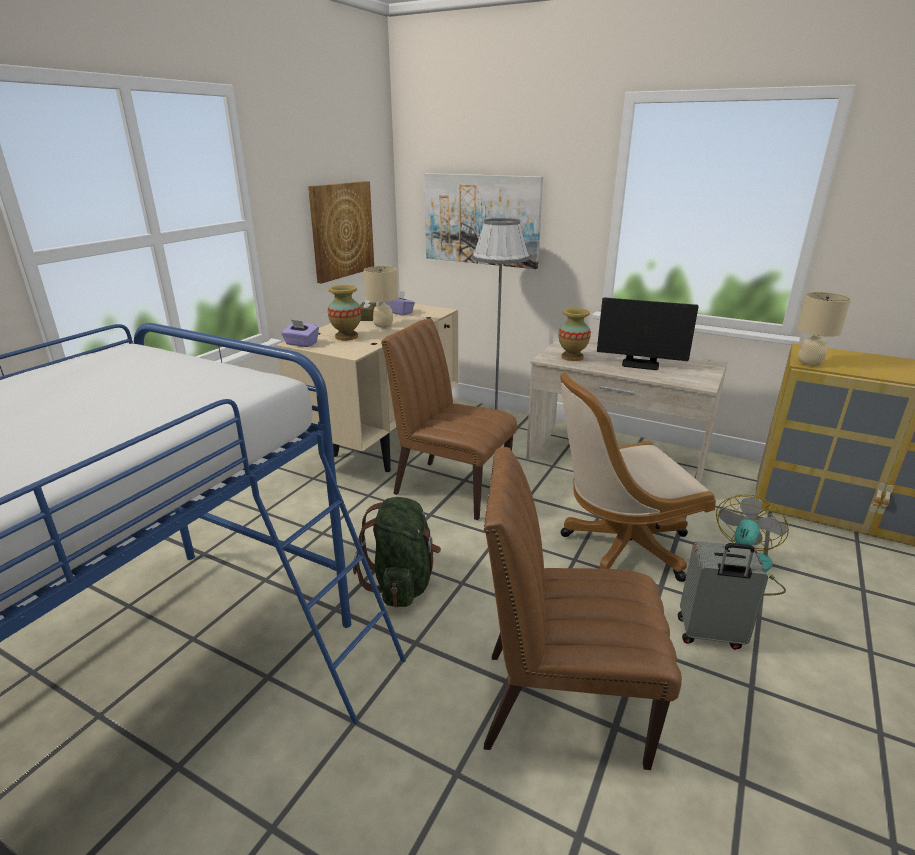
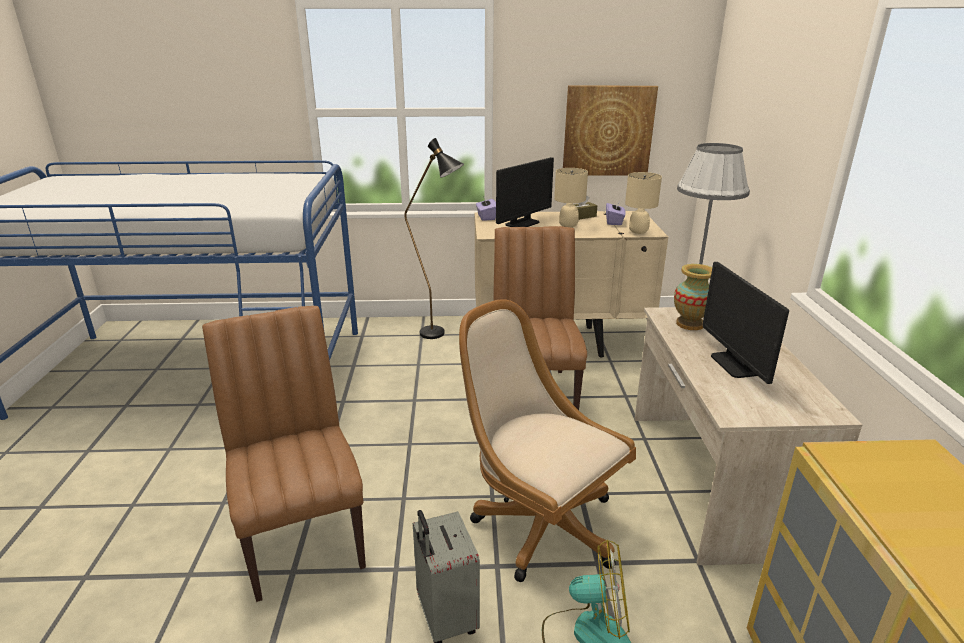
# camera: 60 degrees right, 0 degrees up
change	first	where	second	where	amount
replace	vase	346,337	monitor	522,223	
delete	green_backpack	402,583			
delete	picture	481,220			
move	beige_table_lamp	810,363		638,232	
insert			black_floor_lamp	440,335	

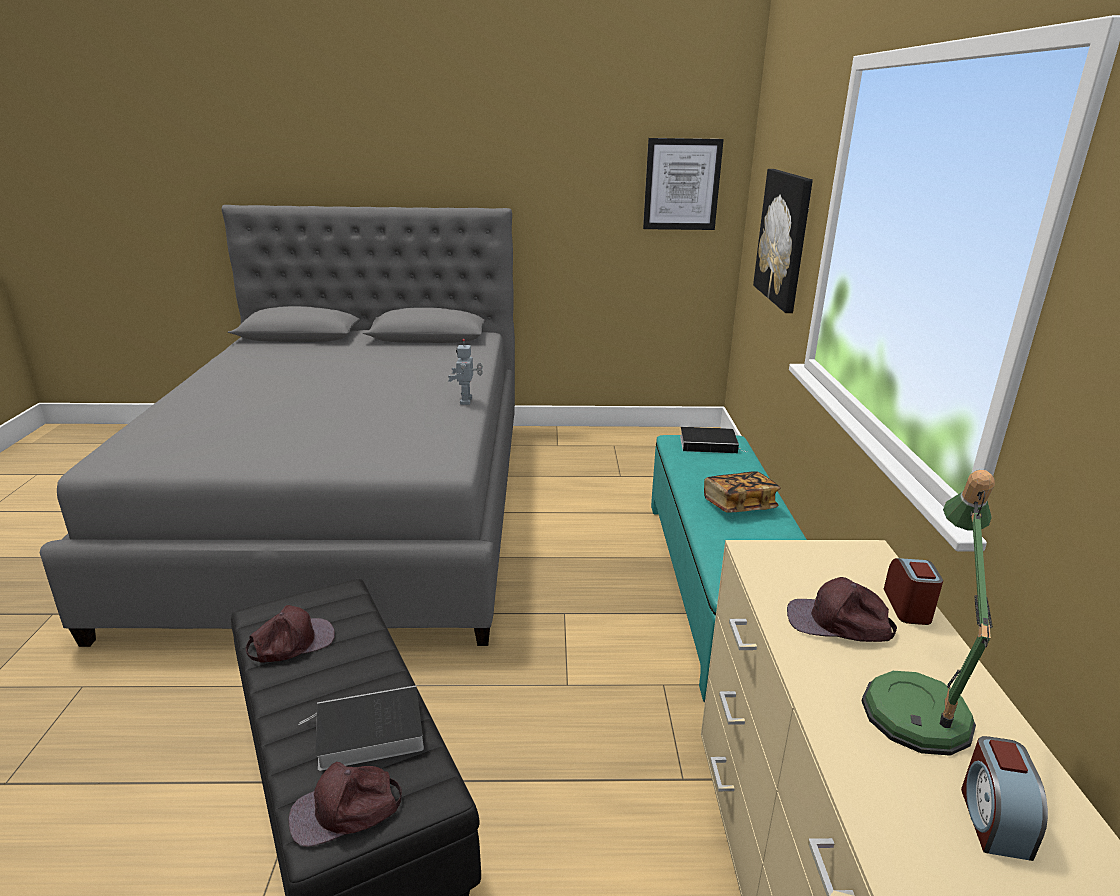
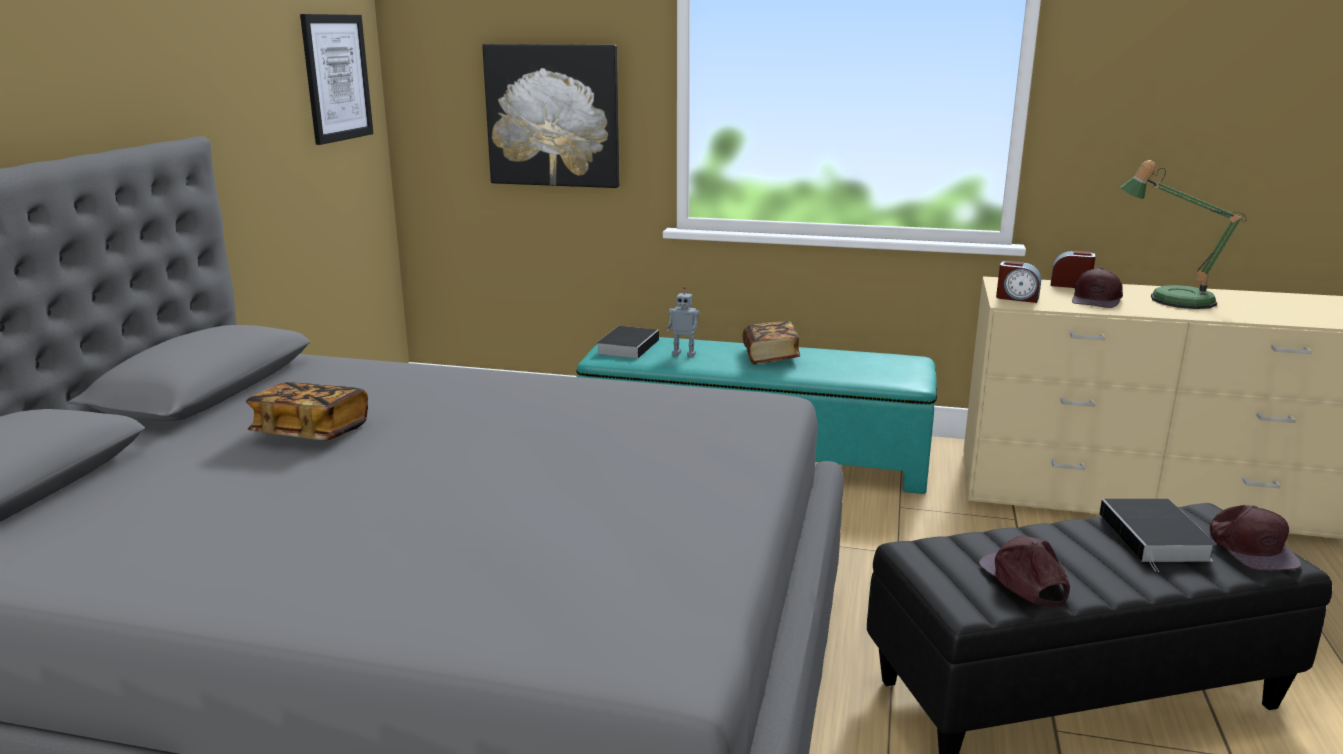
# camera: 75 degrees left, 5 degrees down
change	first	where	second	where	amount
move	toy_robot	467,401		684,354	
move	alarm_clock	993,820		1017,298	
insert			book	311,432	

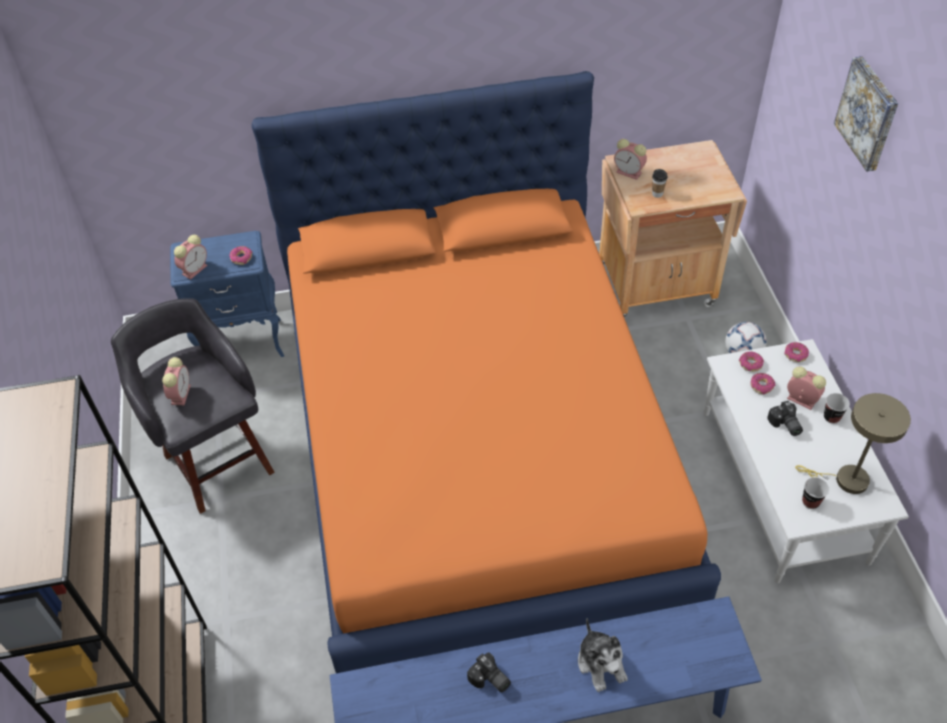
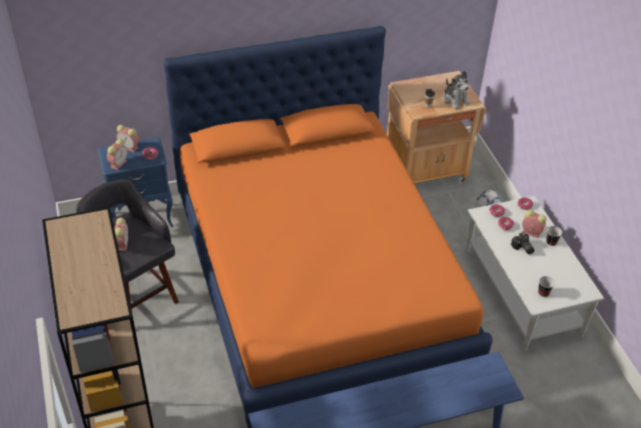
# camera: 10 degrees left, 5 degrees down
change	first	where	second	where	amount
delete	photo_camera	489,680			
move	plush_toy	601,663		455,100	
move	alarm_clock	630,172		130,147	
delete	beige_table_lamp	845,480			
delete	picture	869,113			

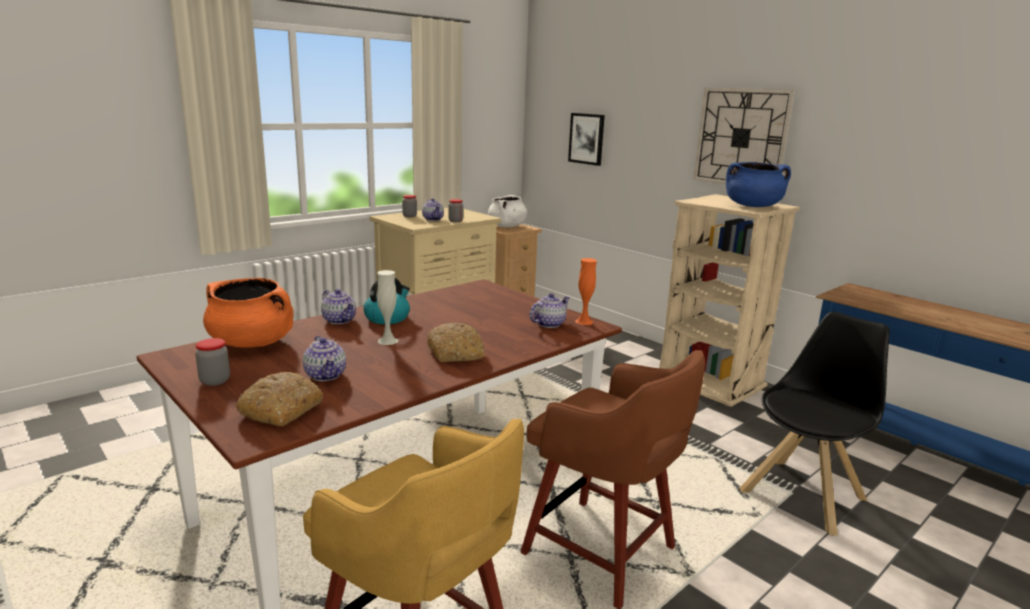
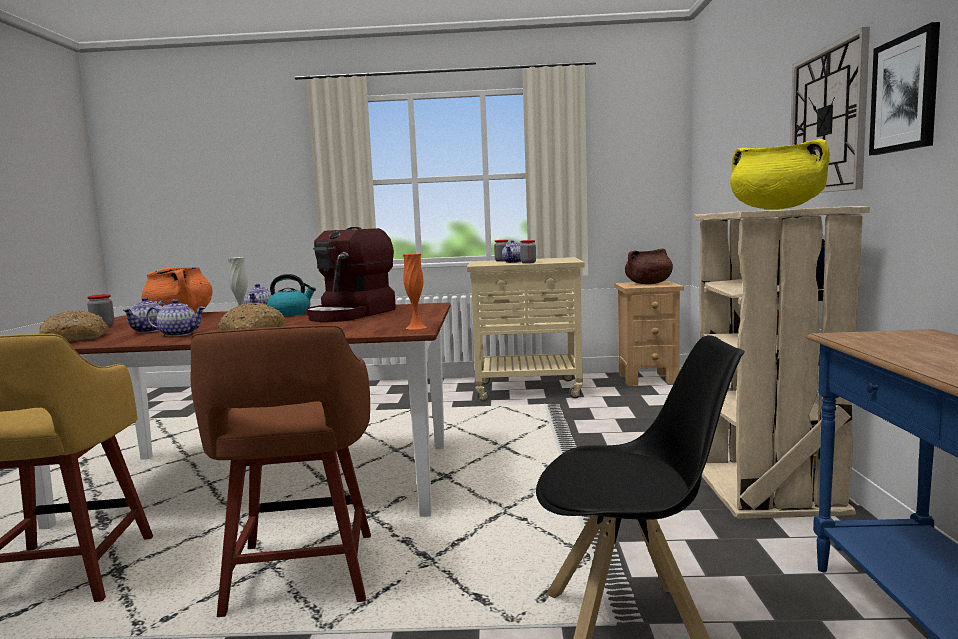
# camera: 45 degrees right, 10 degrees down
change	first	where	second	where	amount
recolor	white_cooking_pot	507,226	brown_cooking_pot	648,284	
move	teapot	549,324		179,334	
move	picture	586,138		905,94	
recolor	blue_cooking_pot	753,206	yellow_cooking_pot	777,209	
insert			coffee_machine	351,314	

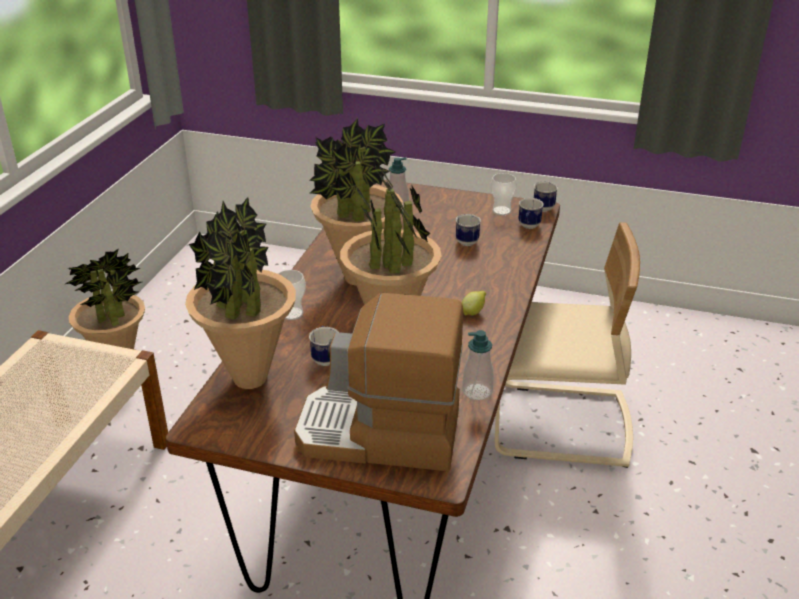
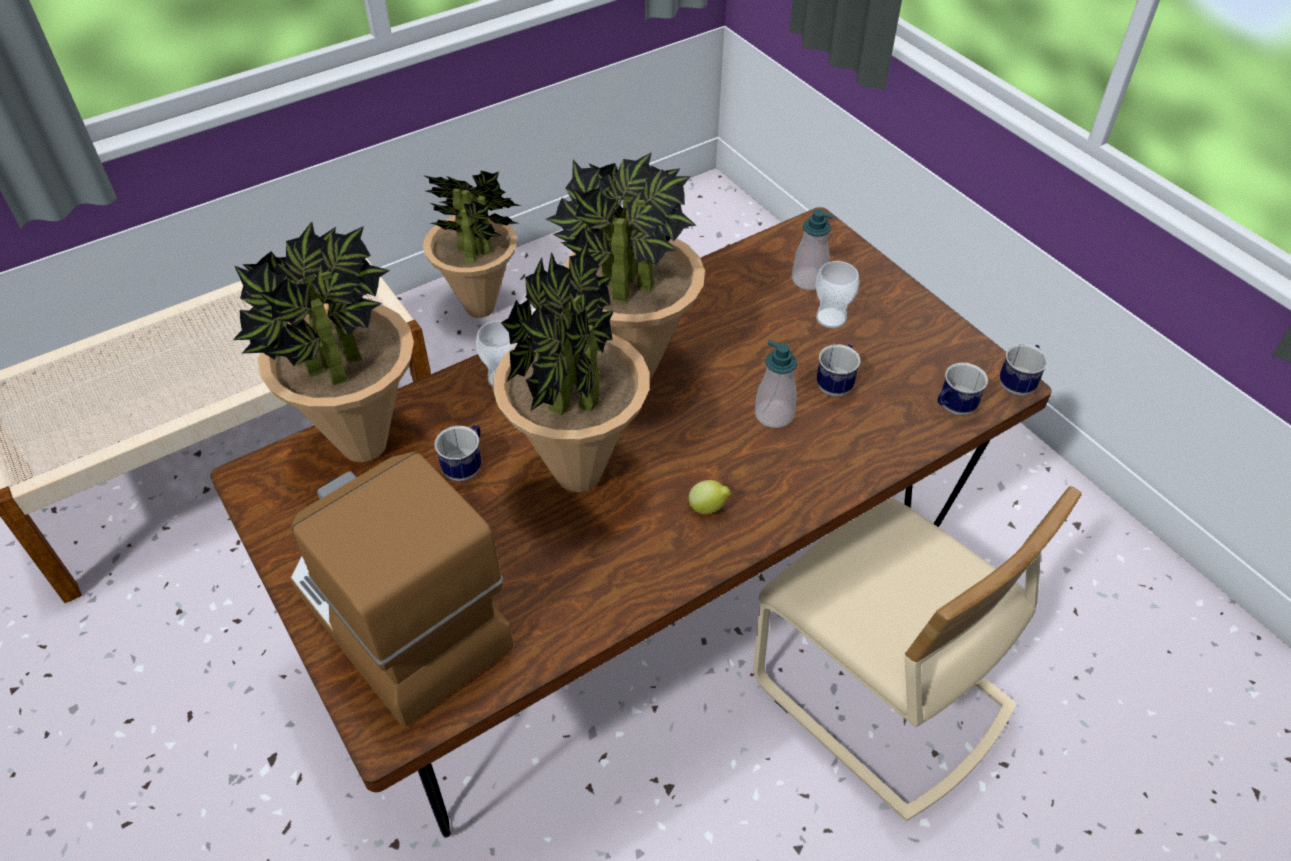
# camera: 40 degrees right, 15 degrees up
change	first	where	second	where	amount
move	soap_dispenser	477,391		774,415	
move	cup	501,211		831,318	

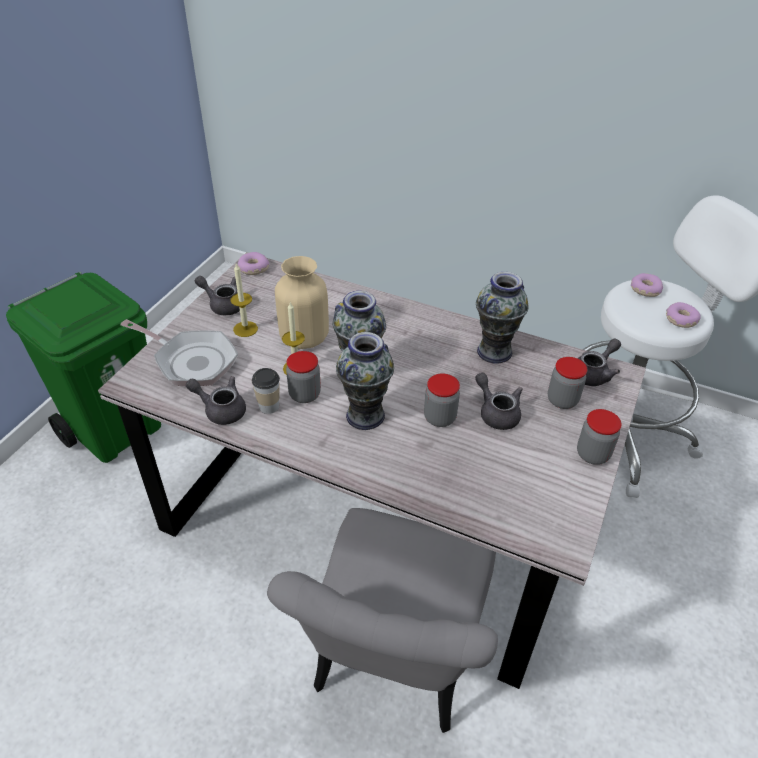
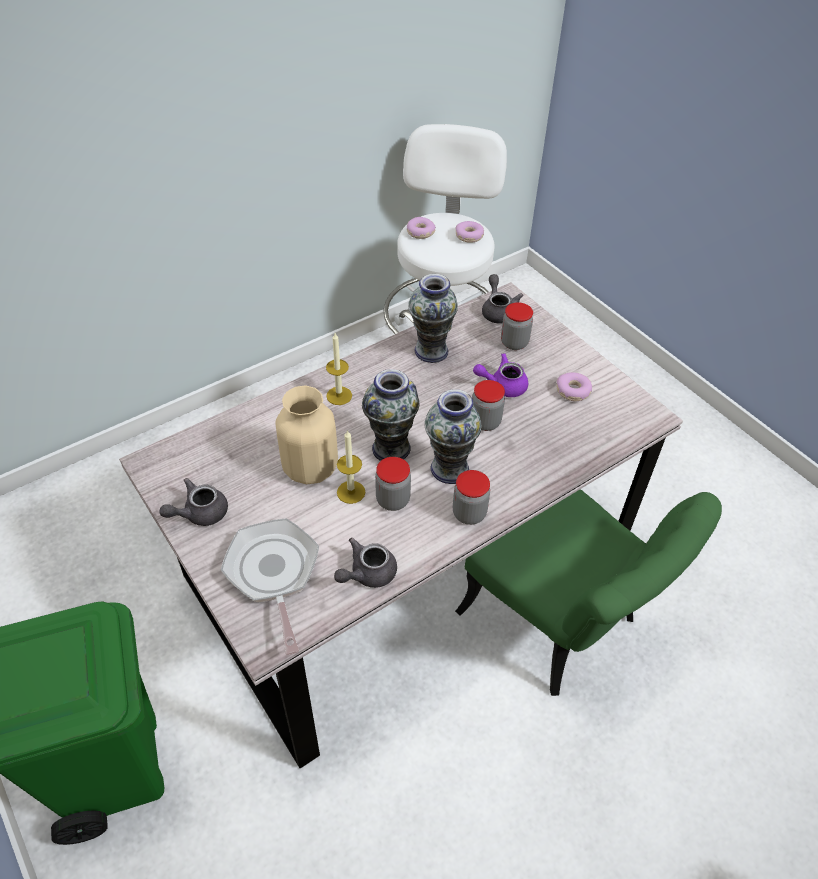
# camera: 60 degrees left, 5 degrees up
change	first	where	second	where	amount
rotate	frying_pan	191,361		273,574	75 degrees counterclockwise
move	candle	245,329		339,395	
move	donut	253,268		573,391	
delete	cup	269,406			
recolor	grey_chair	393,664	green_chair	561,626	
recolor	grey_teapot	496,412	purple_teapot	502,385	
move	jar	592,454		469,513	

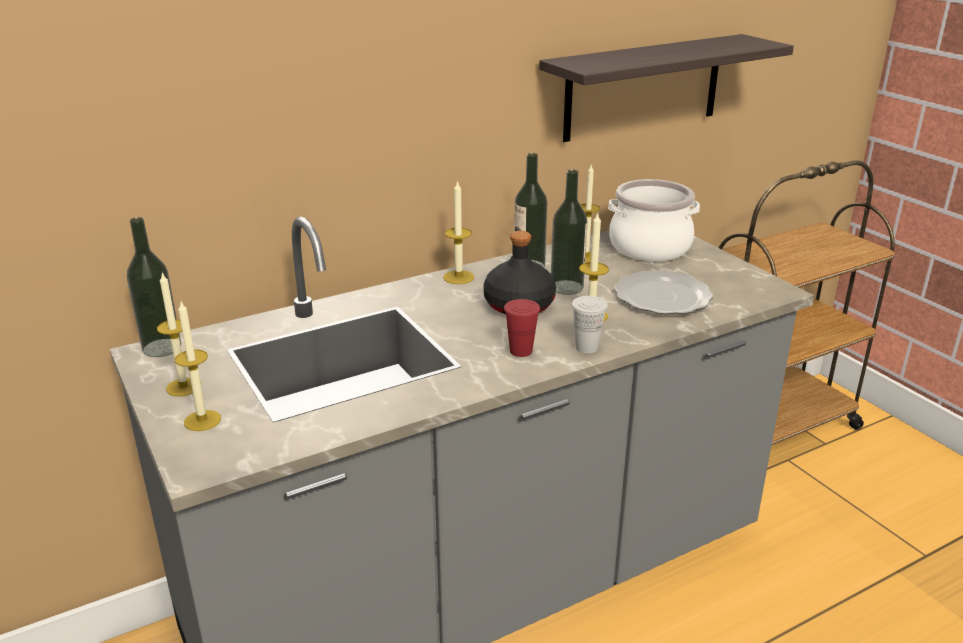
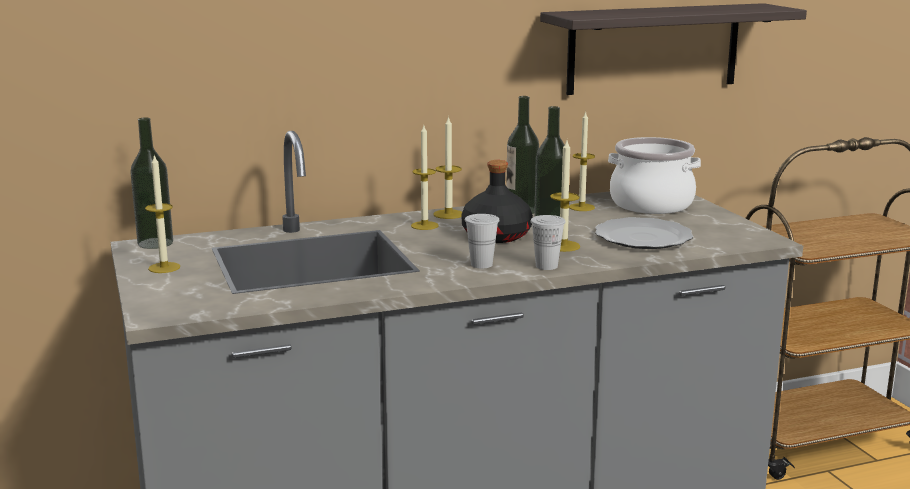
# camera: 10 degrees right, 10 degrees down
change	first	where	second	where	amount
move	candle	202,420		424,225	
recolor	red_cup	521,351	white_cup	481,264	

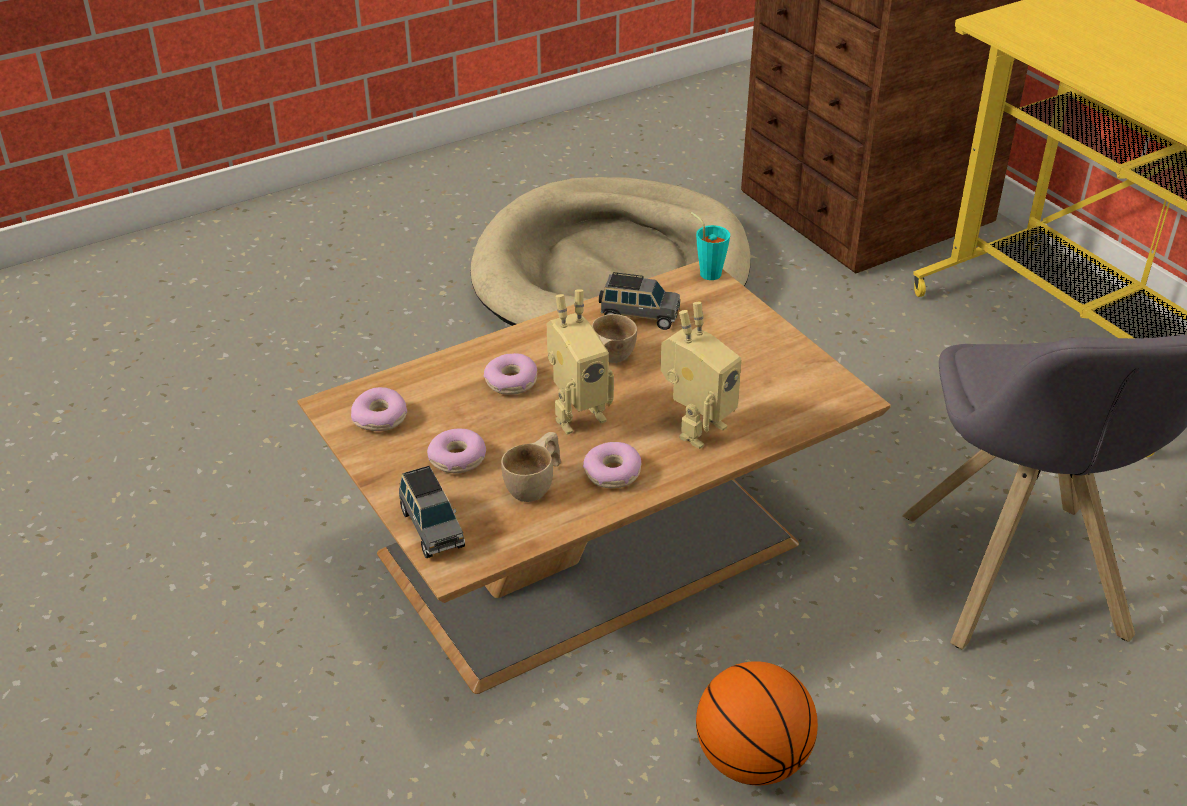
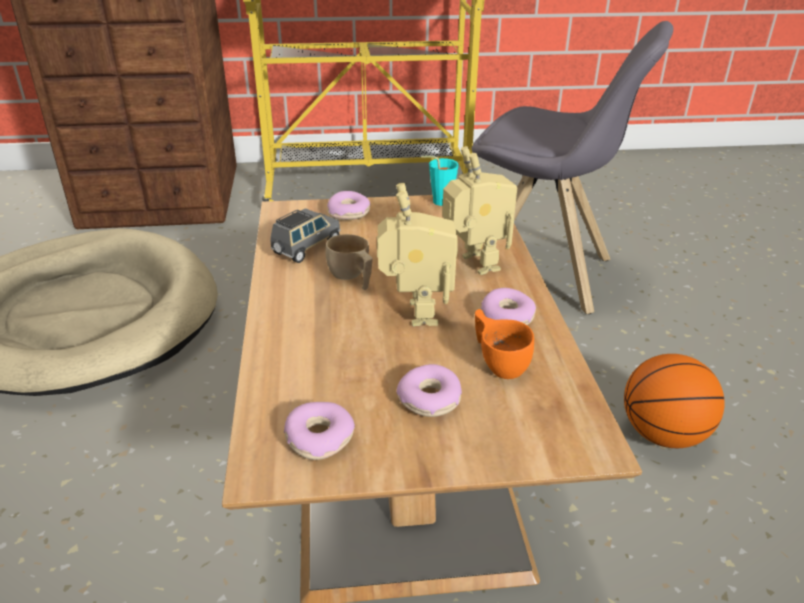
# camera: 65 degrees left, 5 degrees down
change	first	where	second	where	amount
delete	grey_toy_car	431,528			
move	donut	511,382		349,213	
recolor	beige_cup	536,484	orange_cup	498,361	
move	turquoise_cup	707,272		437,202	

